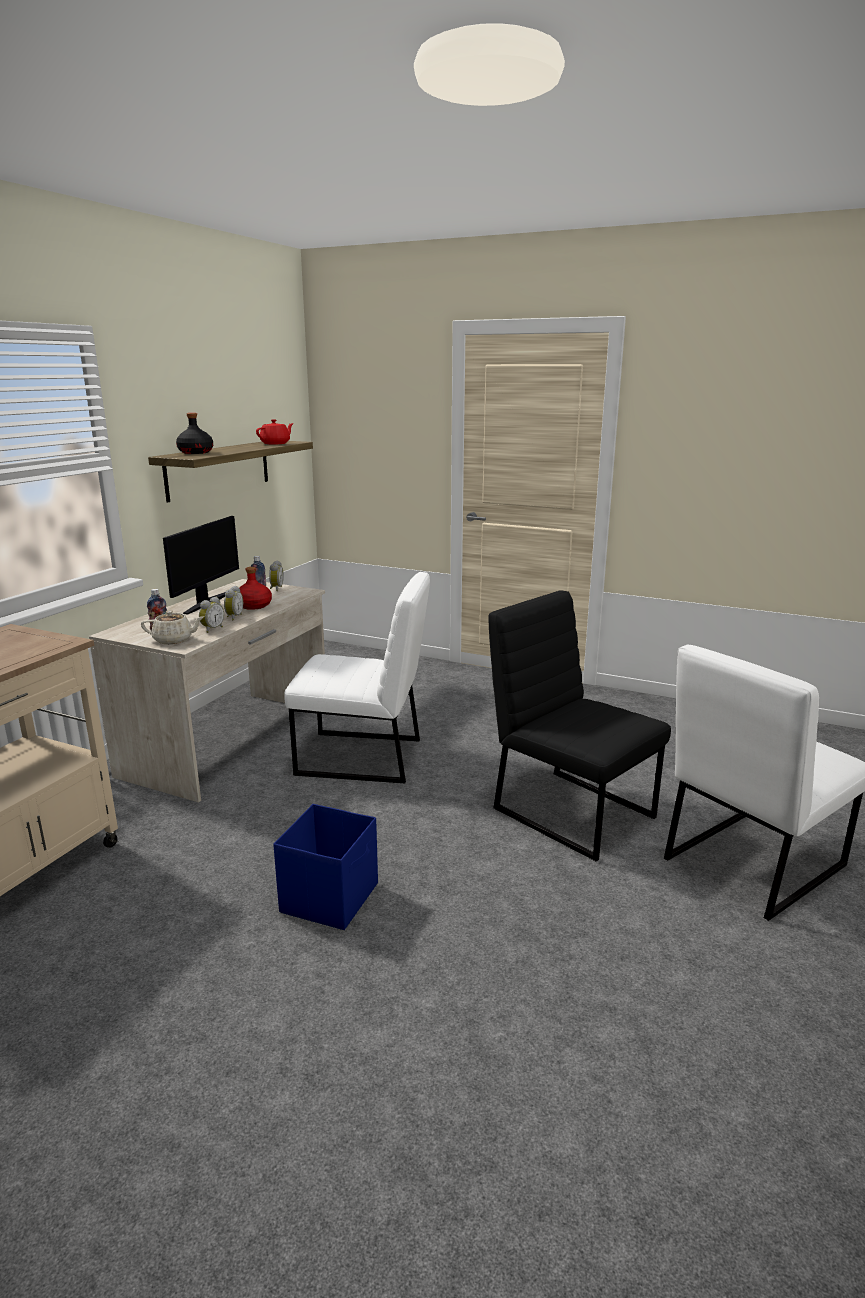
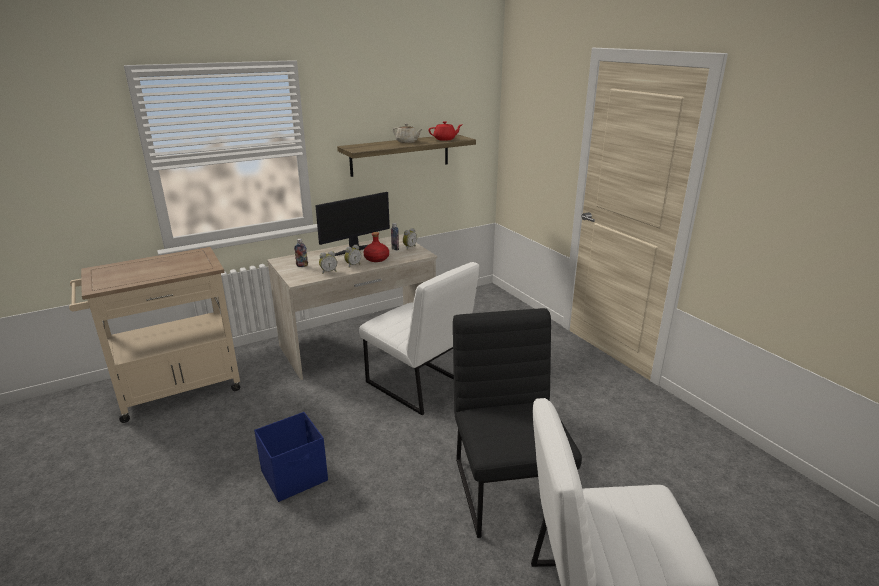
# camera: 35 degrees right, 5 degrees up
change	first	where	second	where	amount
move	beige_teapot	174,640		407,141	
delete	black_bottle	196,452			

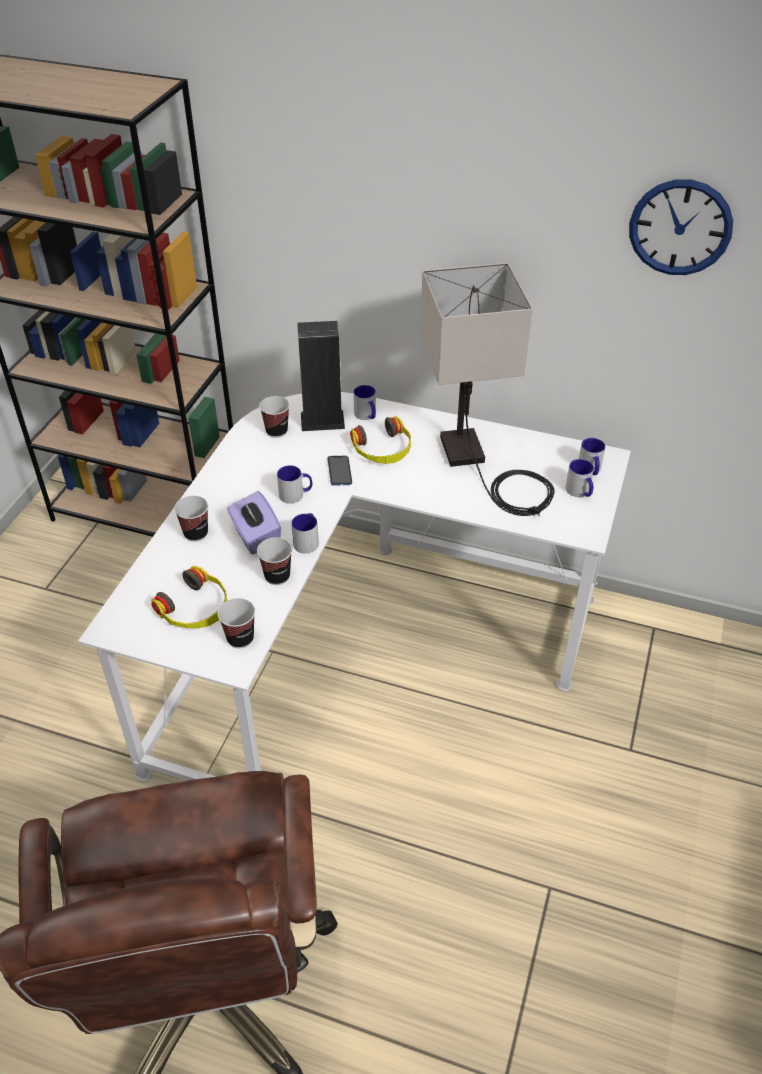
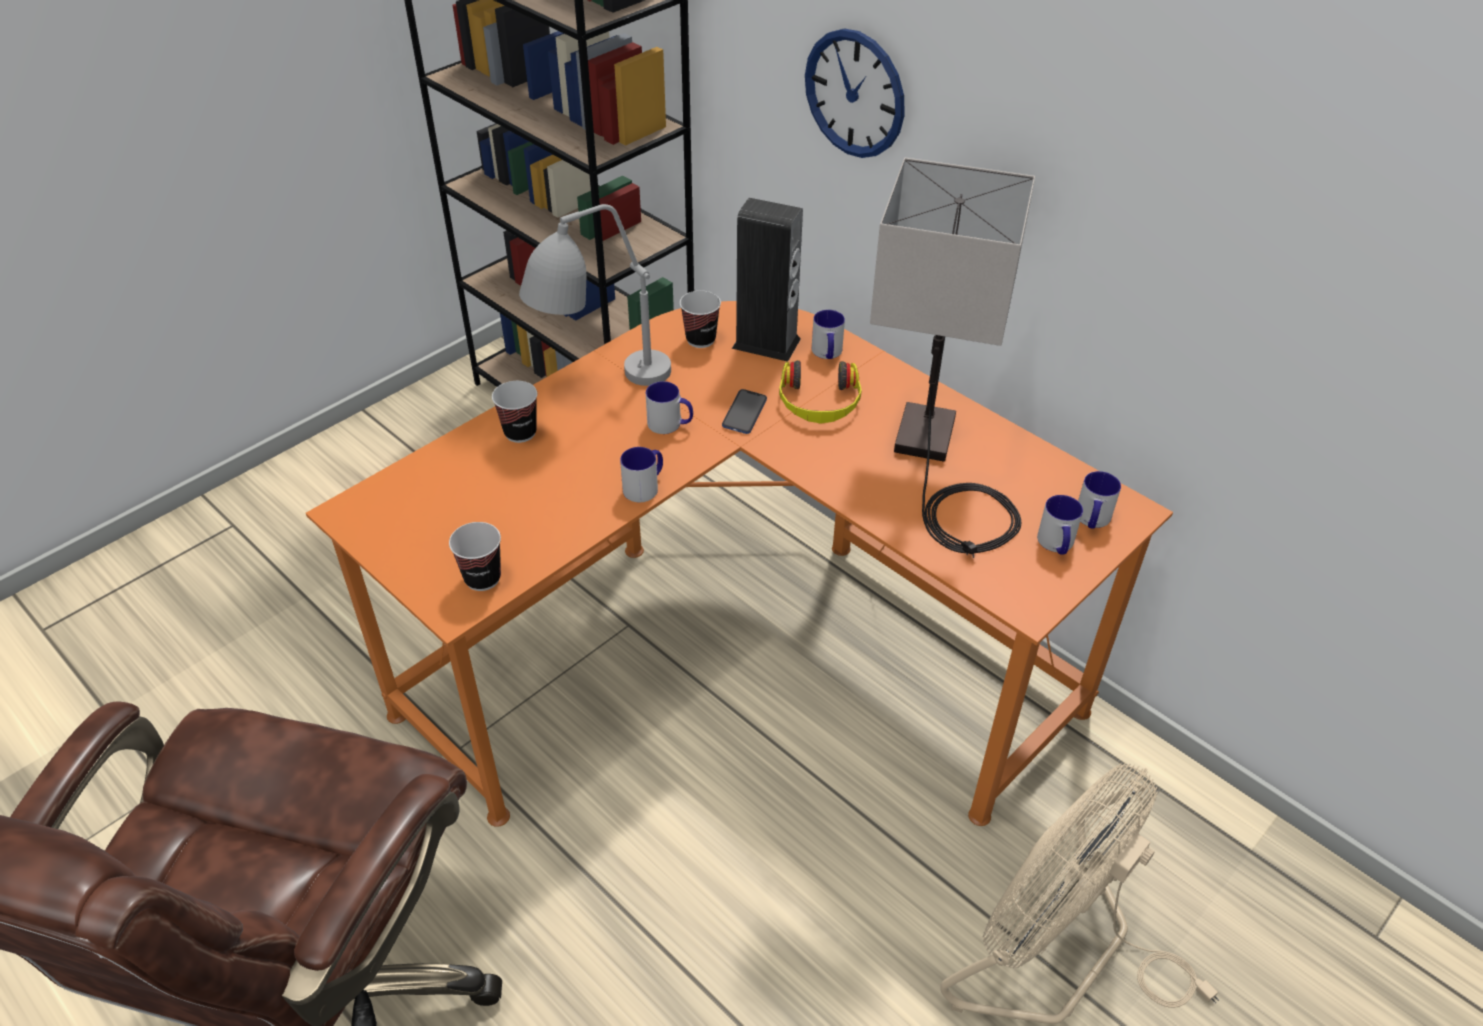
# camera: 25 degrees right, 0 degrees up
change	first	where	second	where	amount
recolor	white_desk	357,641	orange_desk	738,651	
delete	headphones	195,608			
delete	purple_tissue_box	255,536			
delete	cup	277,576			
move	wall_clock	680,227		855,94	
insert			grey_table_lamp	600,387	
insert			beige_fan	1067,948	

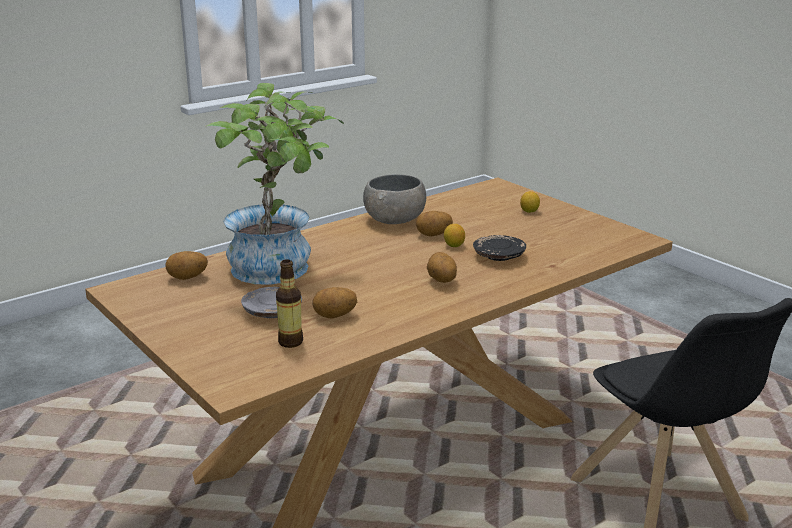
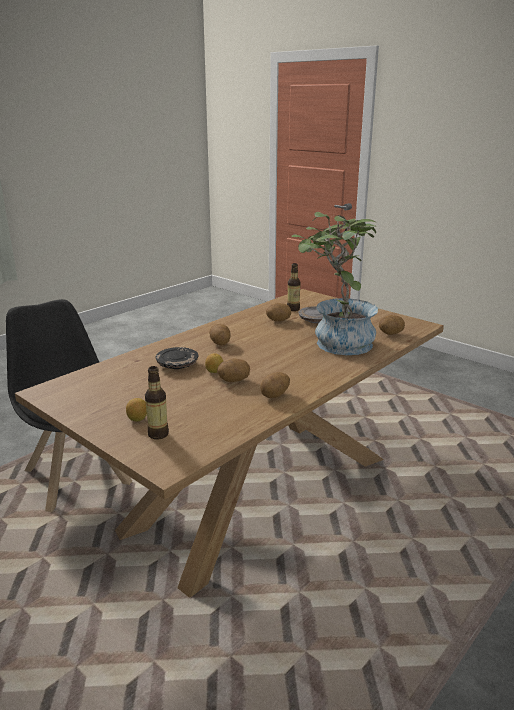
# camera: 170 degrees right, 0 degrees up
change	first	where	second	where	amount
replace	grey_bowl	395,219	potato	275,395	
insert			bottle	158,434	

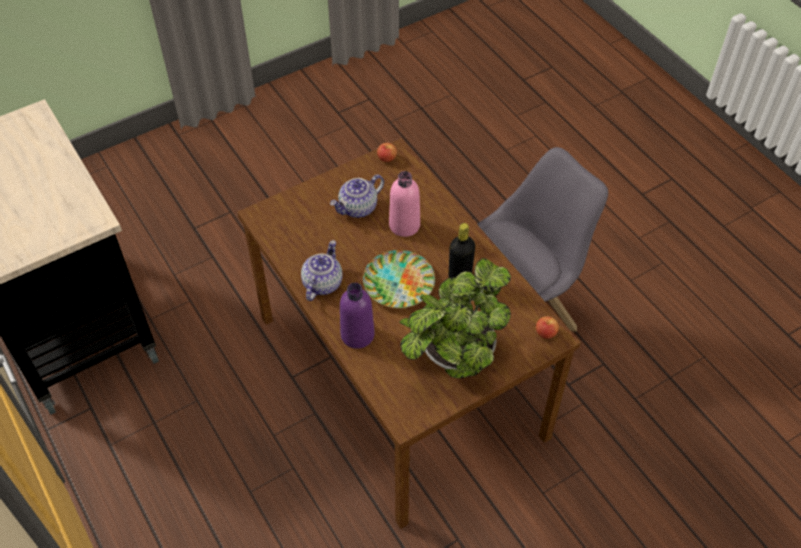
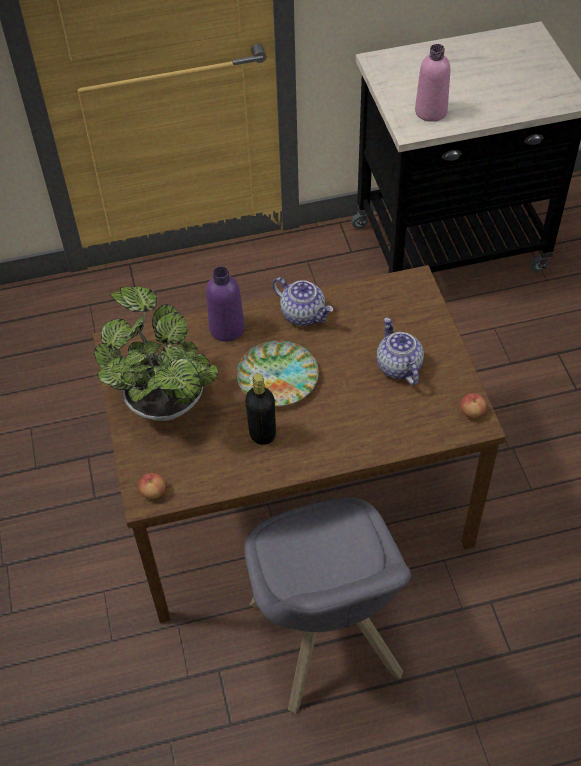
# camera: 110 degrees right, 0 degrees up
change	first	where	second	where	amount
move	pink_bottle	404,225		431,112	

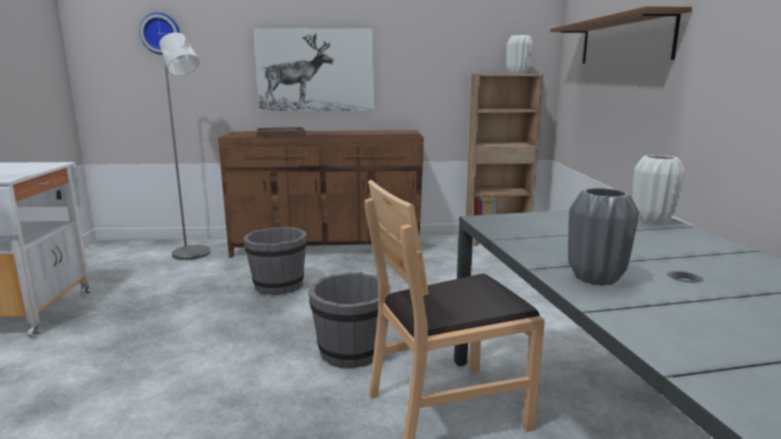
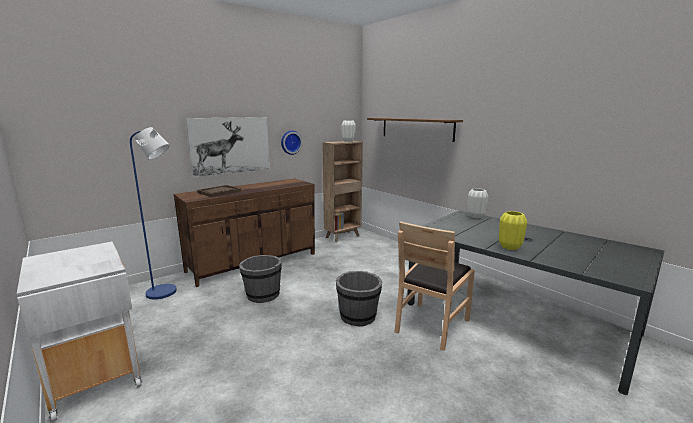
# camera: 35 degrees left, 0 degrees up
change	first	where	second	where	amount
move	wall_clock	161,34		290,142	
recolor	grey_floor_lamp	195,255	blue_floor_lamp	166,292	
recolor	grey_vase	596,278	yellow_vase	510,247	

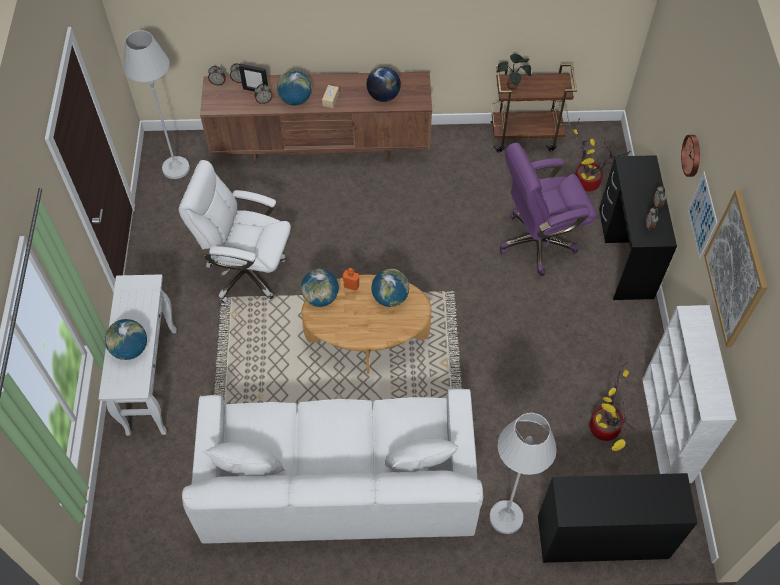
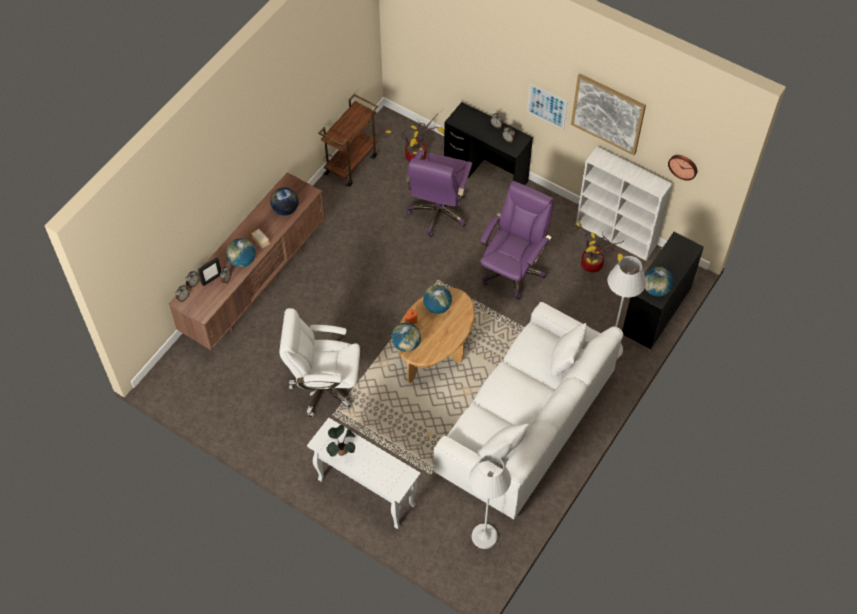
# camera: 55 degrees left, 0 degrees up
change	first	where	second	where	amount
move	globe	130,349		656,289	
move	white_floor_lamp	176,168		484,536	
rotate	white_office_chair	248,273		325,388	45 degrees clockwise
move	potted_plant	512,85		341,450	
move	wall_clock	693,155		683,166	
insert			purple_office_chair	512,273	

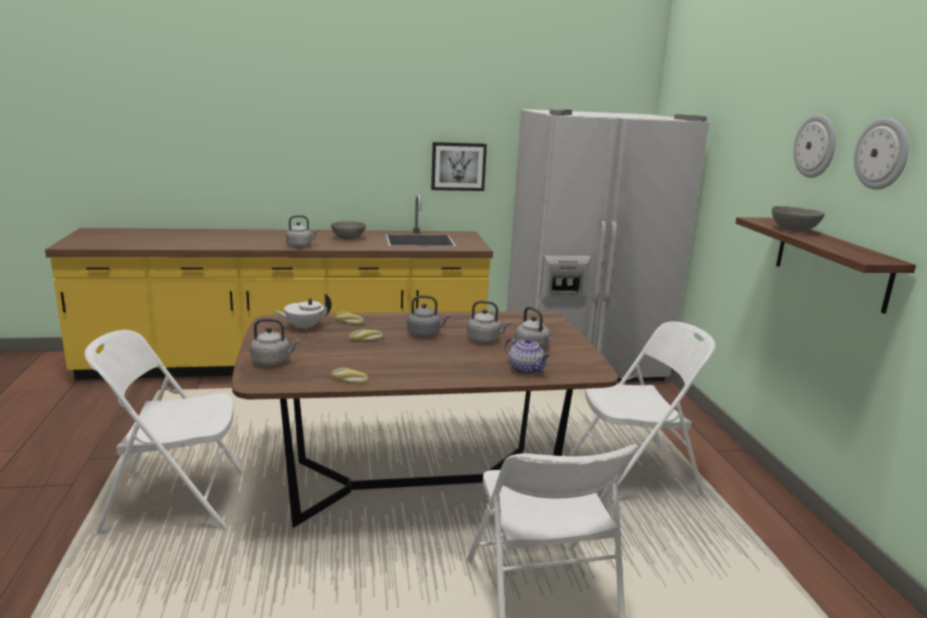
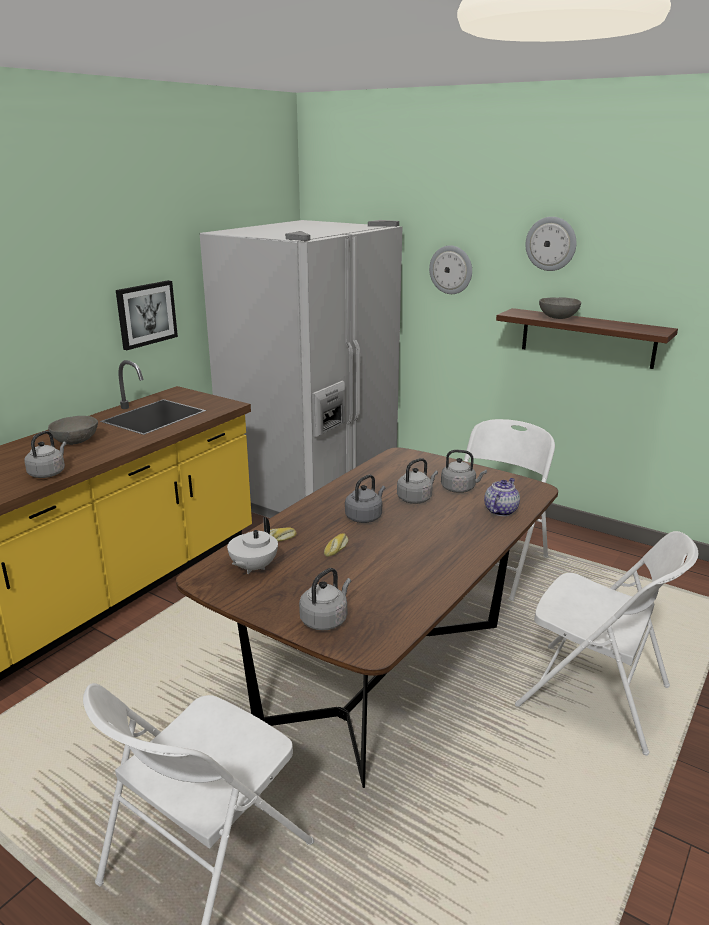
# camera: 45 degrees left, 5 degrees up
change	first	where	second	where	amount
delete	bread	349,380			
rotate	teapot	526,370		500,510	60 degrees counterclockwise
move	wall_clock	882,154		451,269	

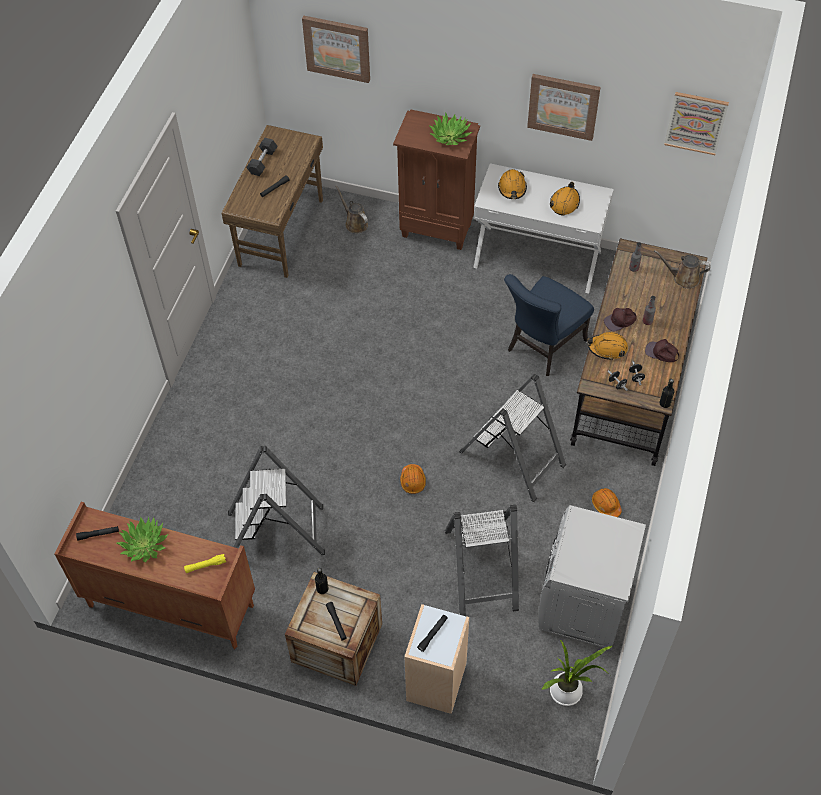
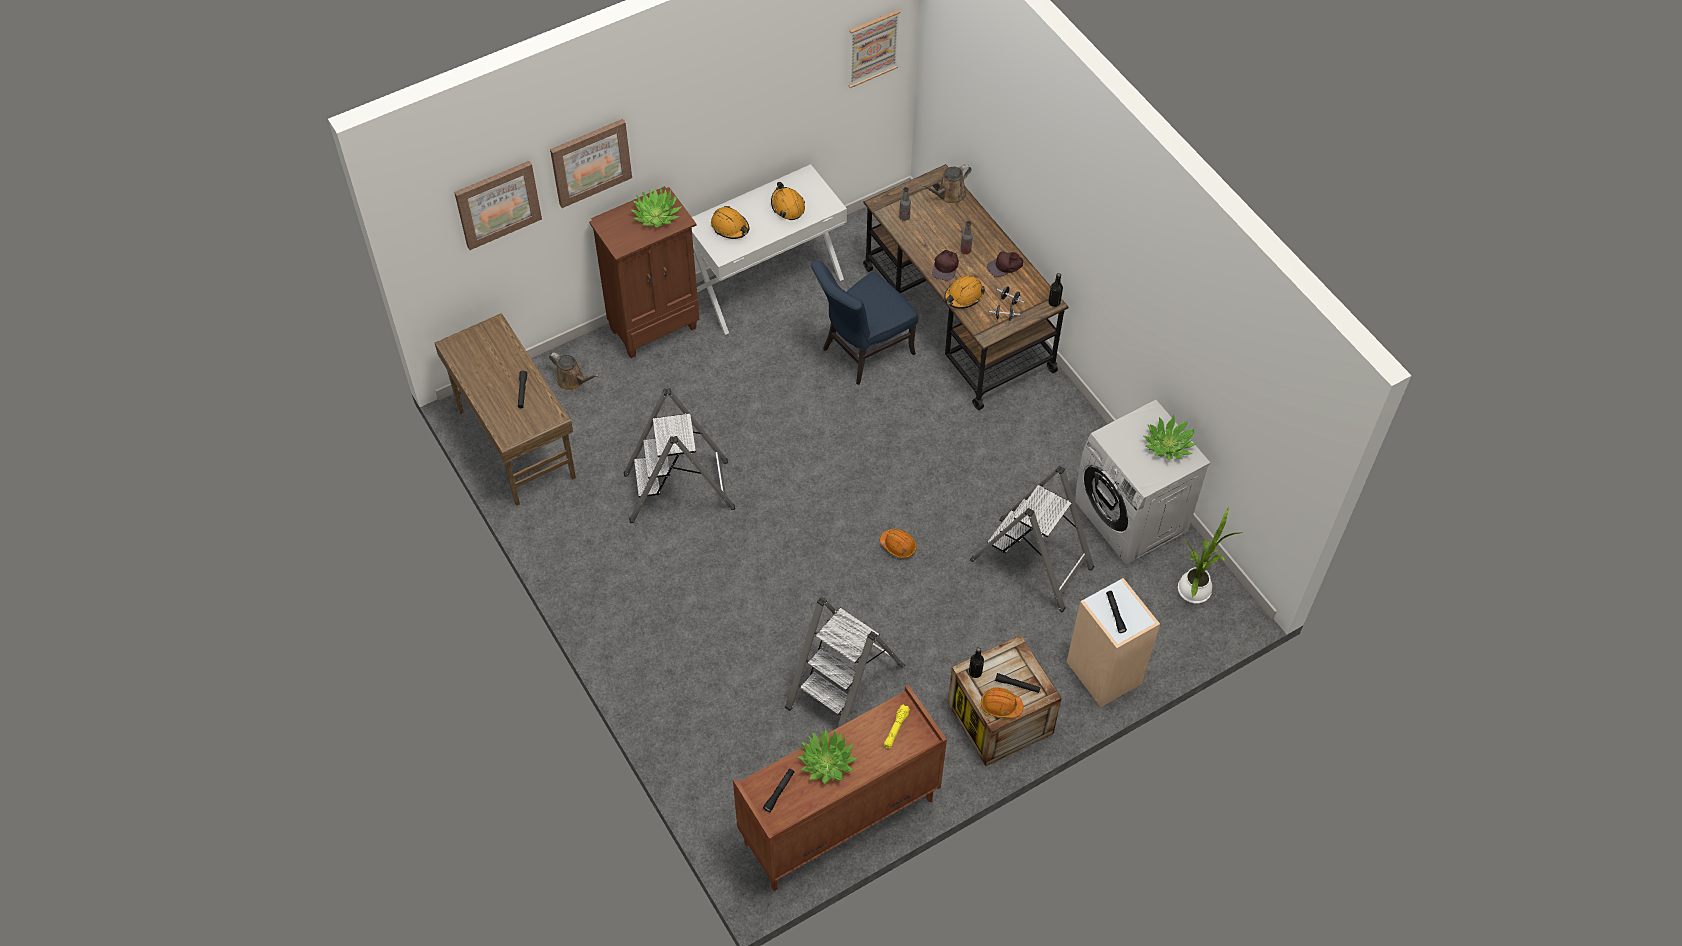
# camera: 50 degrees left, 0 degrees up
change	first	where	second	where	amount
delete	black_dumbbell	262,162			
rotate	brown_watering_can	355,223		573,381	150 degrees counterclockwise
move	grey_step_ladder	513,459		680,490	
rotate	blue_chair	543,347		863,352	60 degrees clockwise
move	picture	563,106		590,162	
move	orange_hard_hat	606,505		1000,706	
insert			potted_plant	1168,444	

